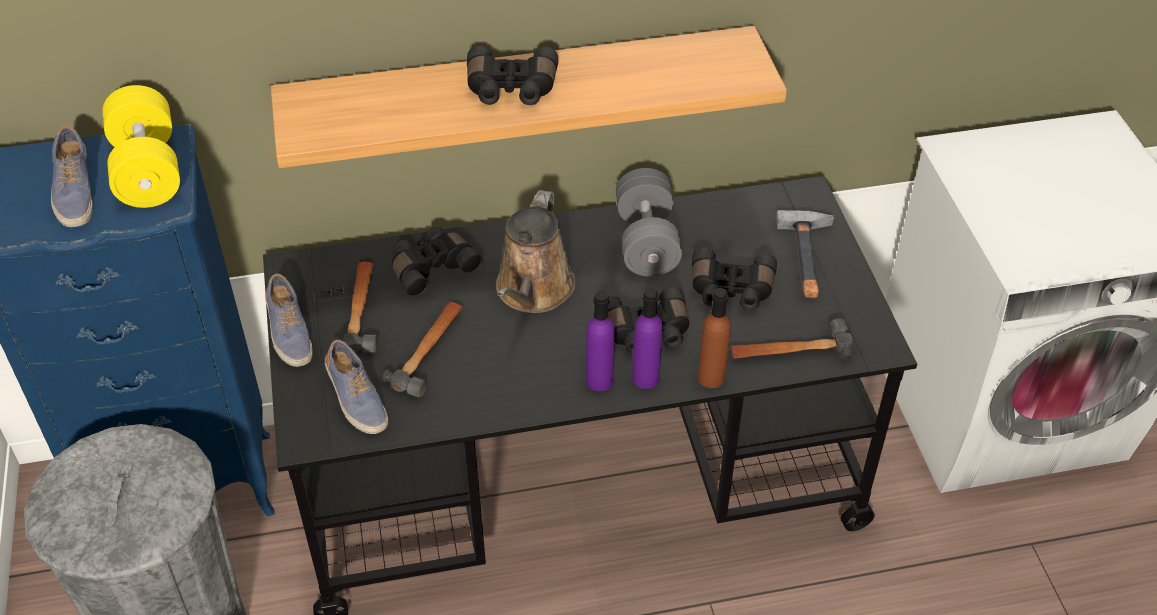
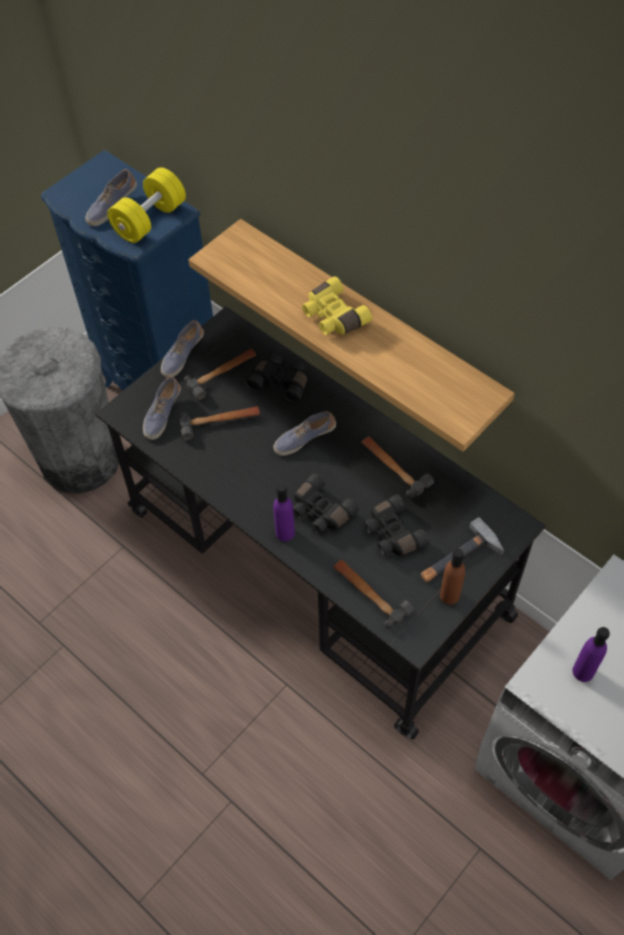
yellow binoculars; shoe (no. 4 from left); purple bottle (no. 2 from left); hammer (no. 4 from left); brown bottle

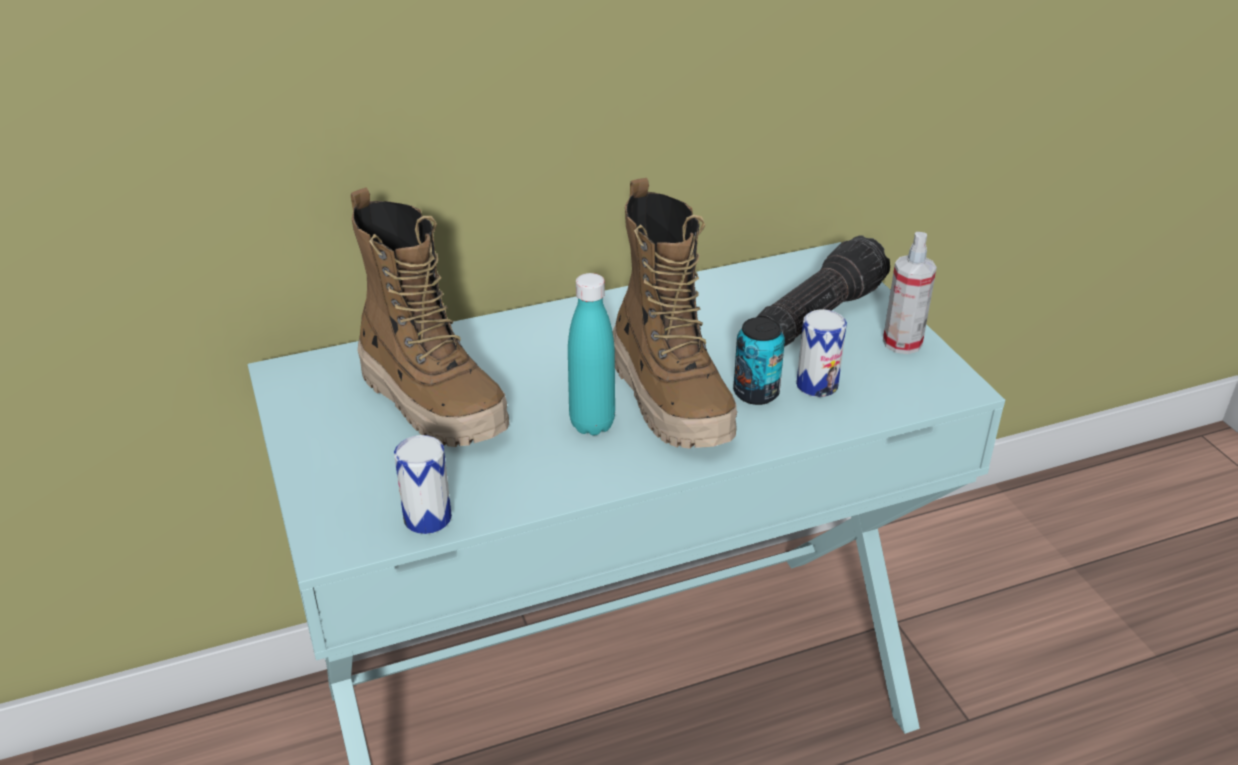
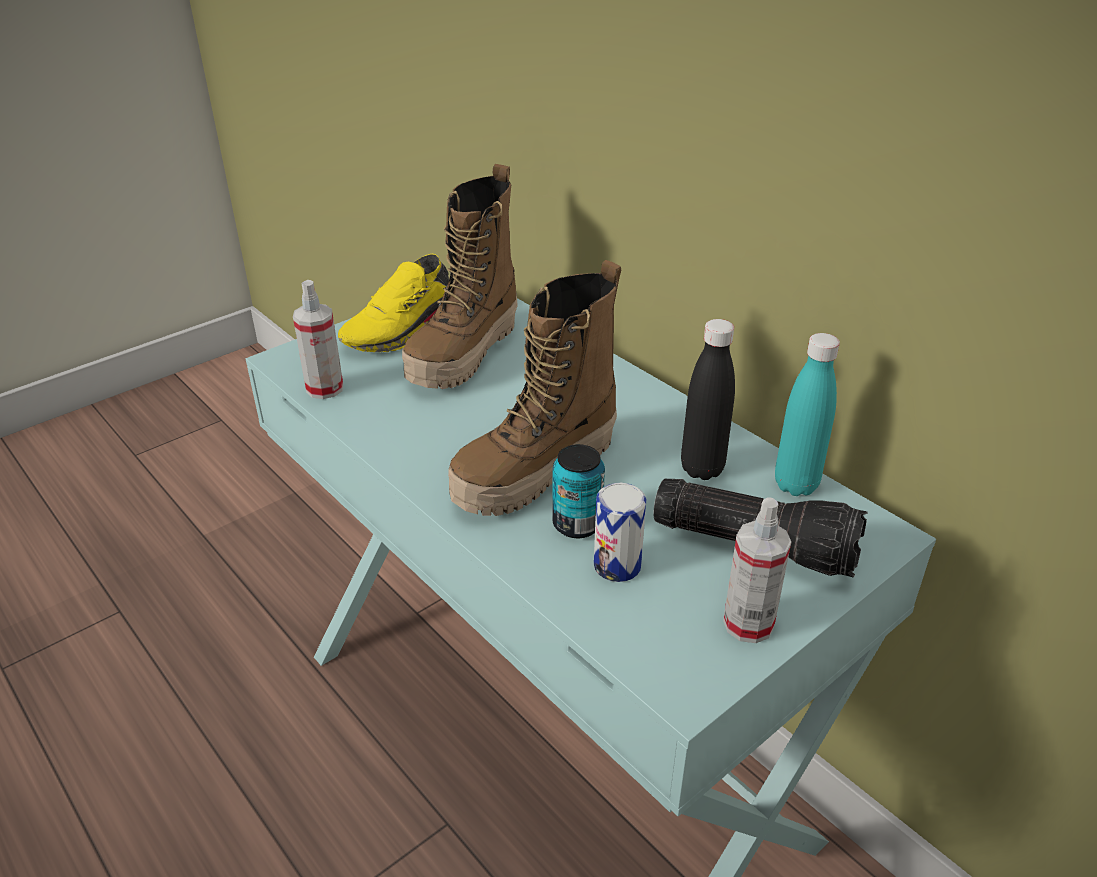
spray bottle (no. 1 from left); turquoise bottle; yellow shoe; black bottle

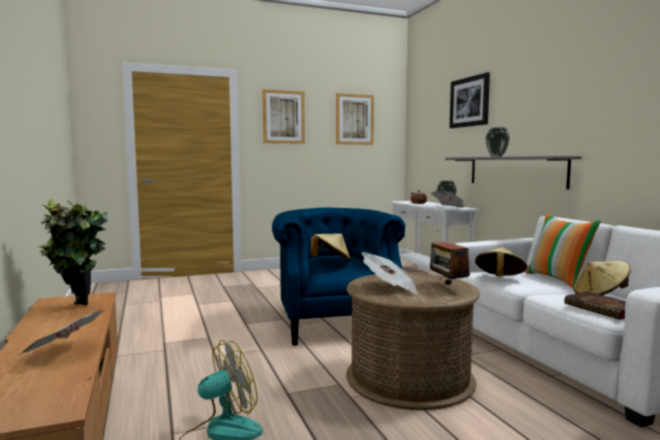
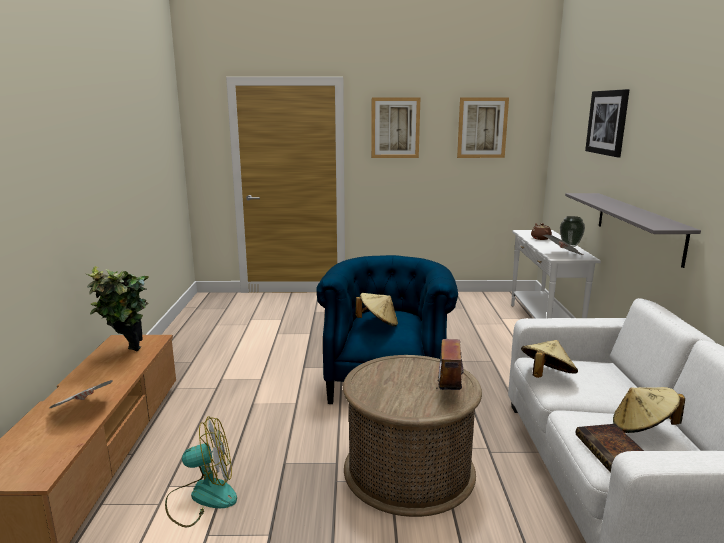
newspaper (no. 2 from left in the first image); vase (no. 2 from left in the first image); pillow

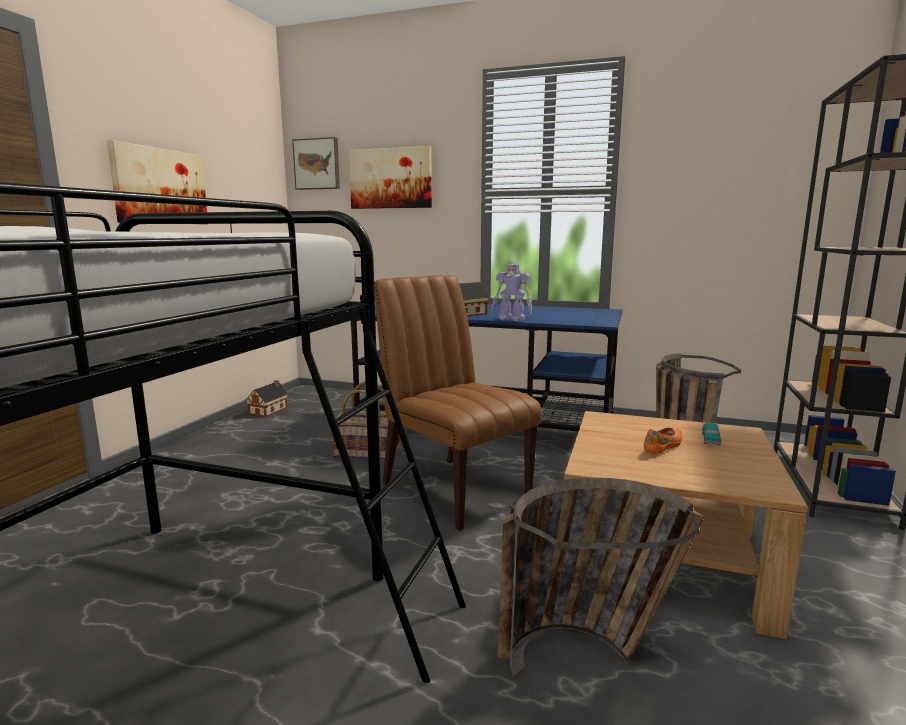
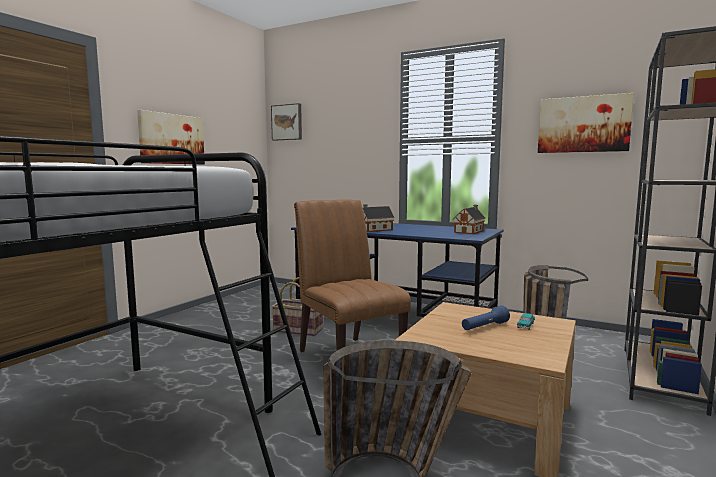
toy house (no. 2 from left); picture (no. 3 from left); toy robot; blue flashlight

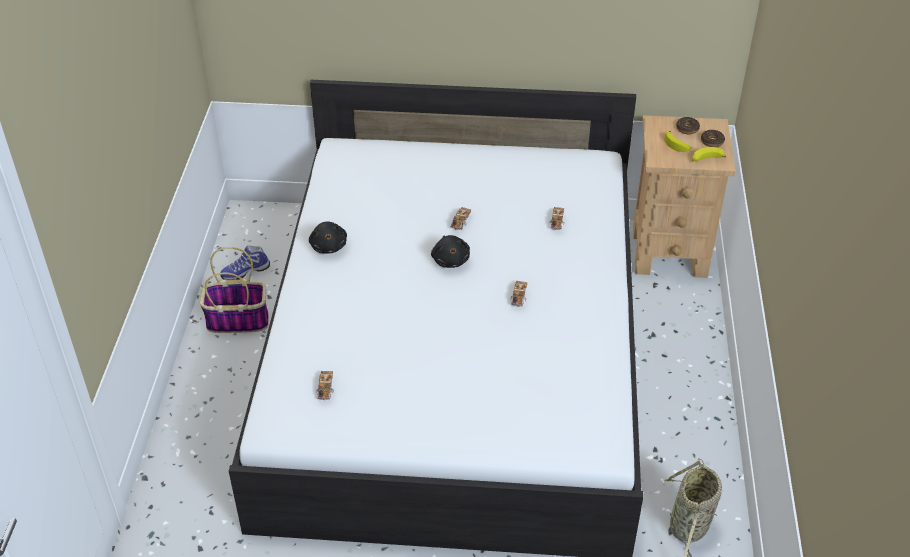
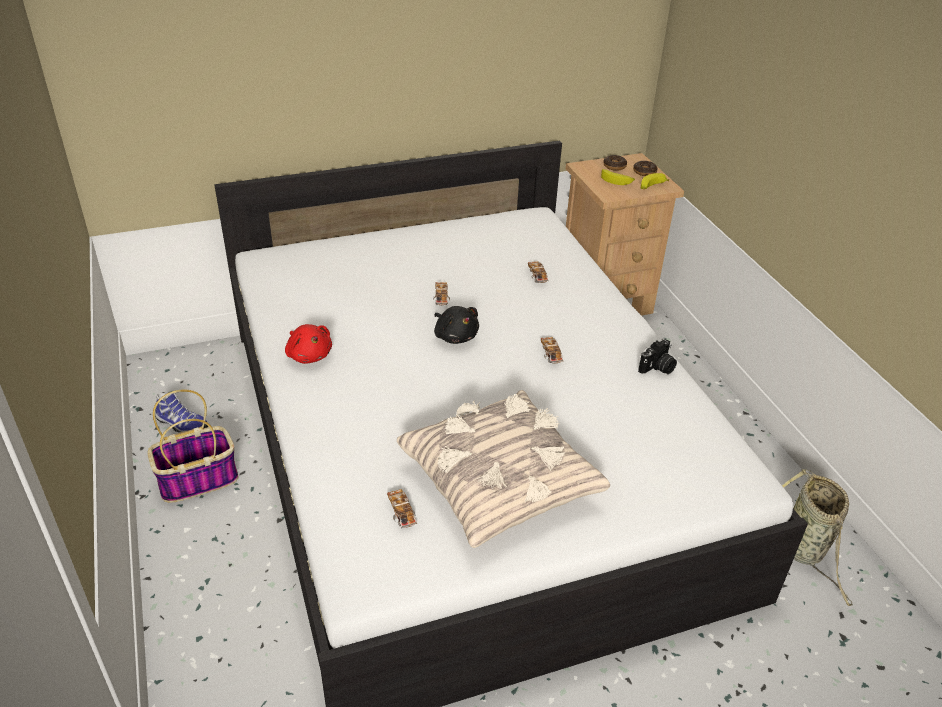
shoe; red plush toy; beige pillow; photo camera

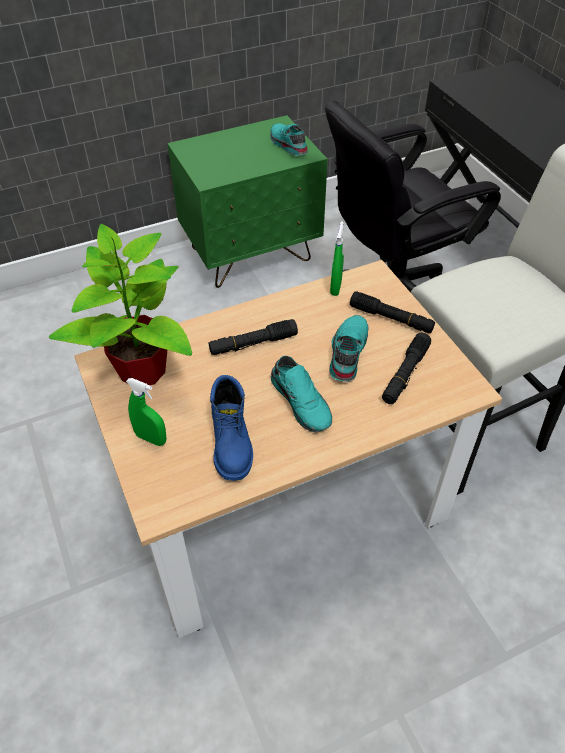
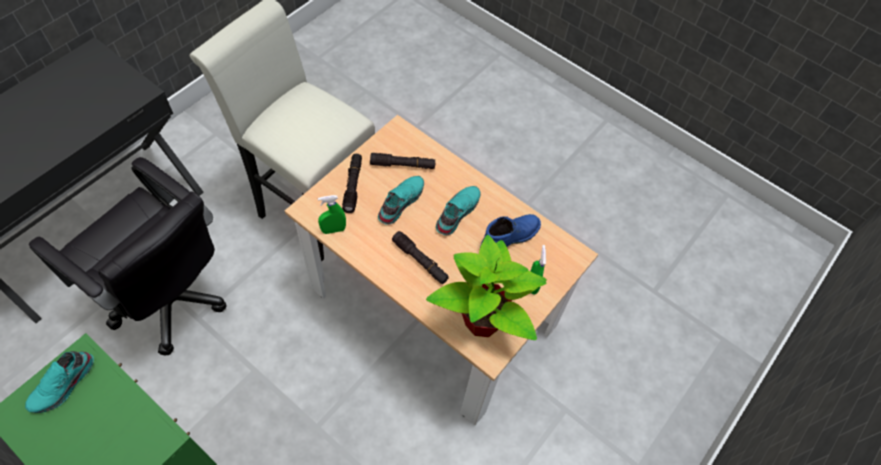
turquoise shoe (no. 2 from left)

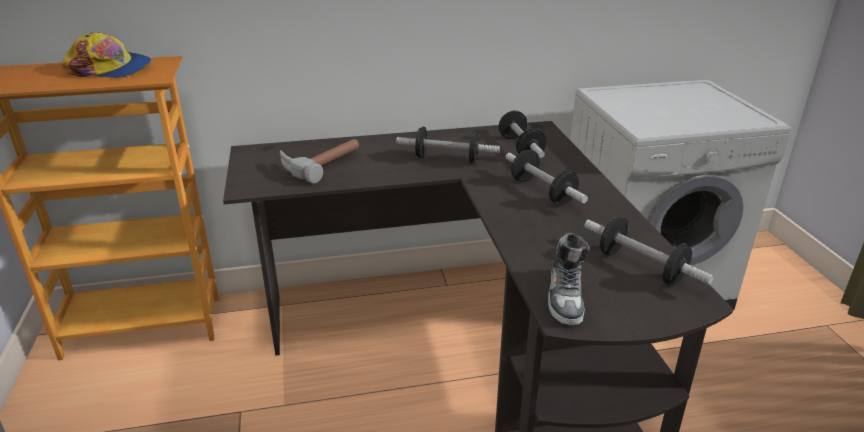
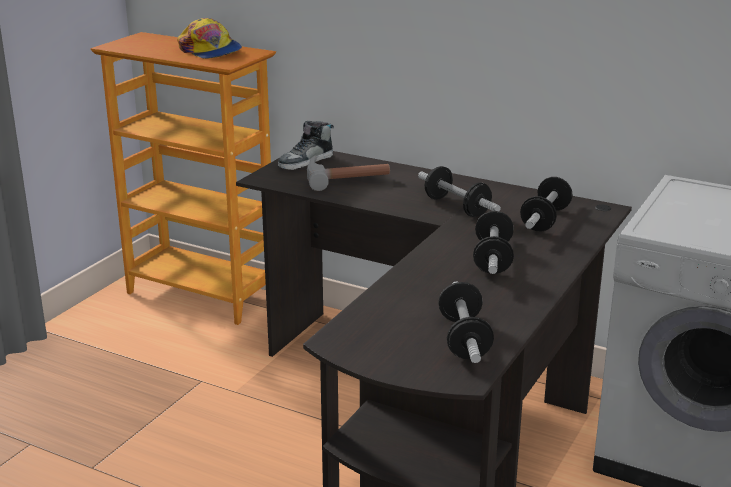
shoe

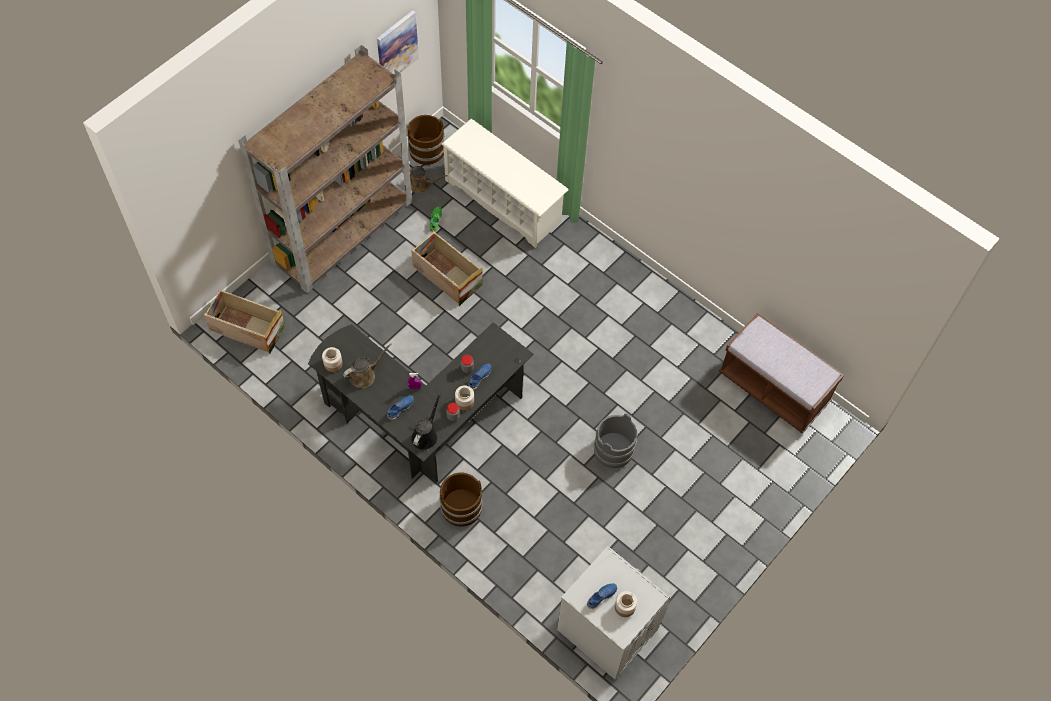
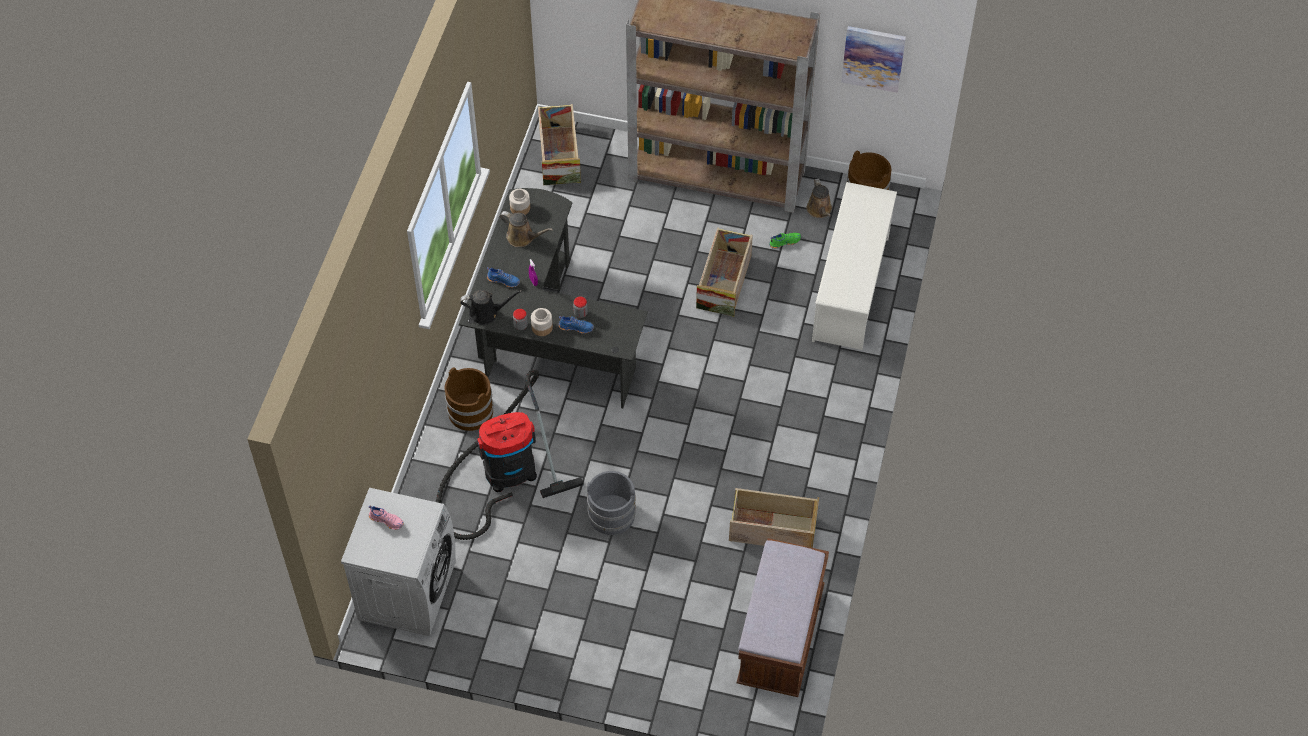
pink shoe; jar (no. 5 from left in the first image); vacuum cleaner; crate (no. 3 from left)

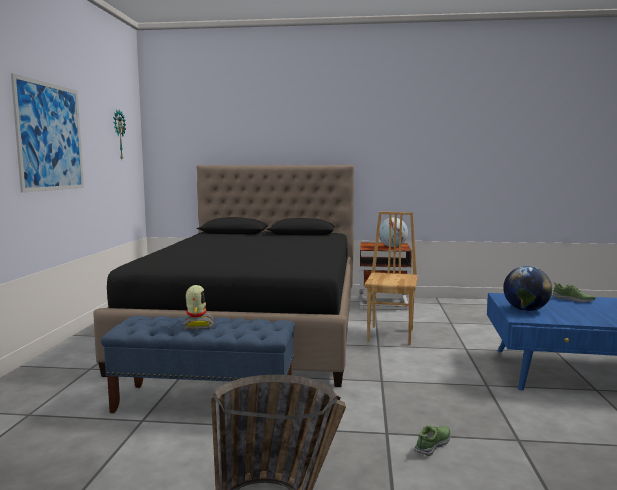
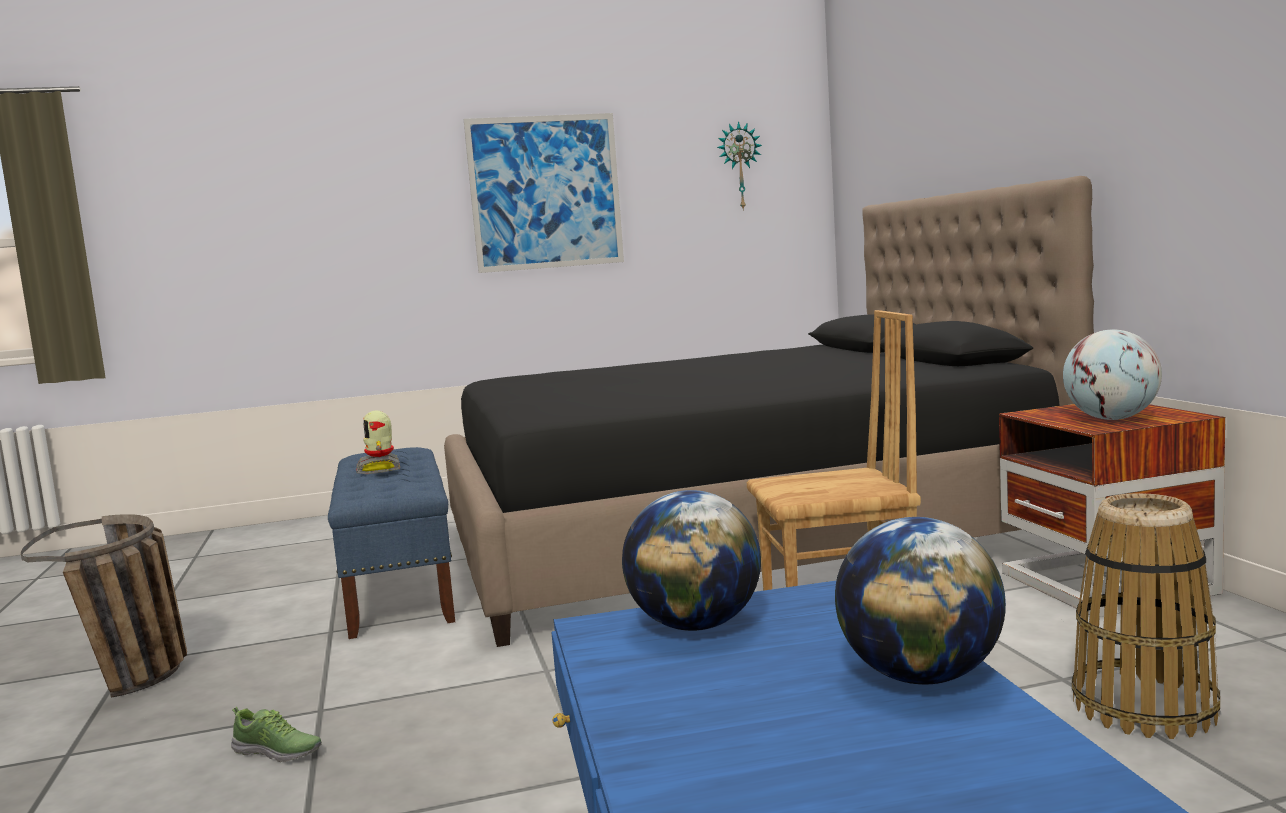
toy robot; globe (no. 2 from left); basket (no. 2 from left)

